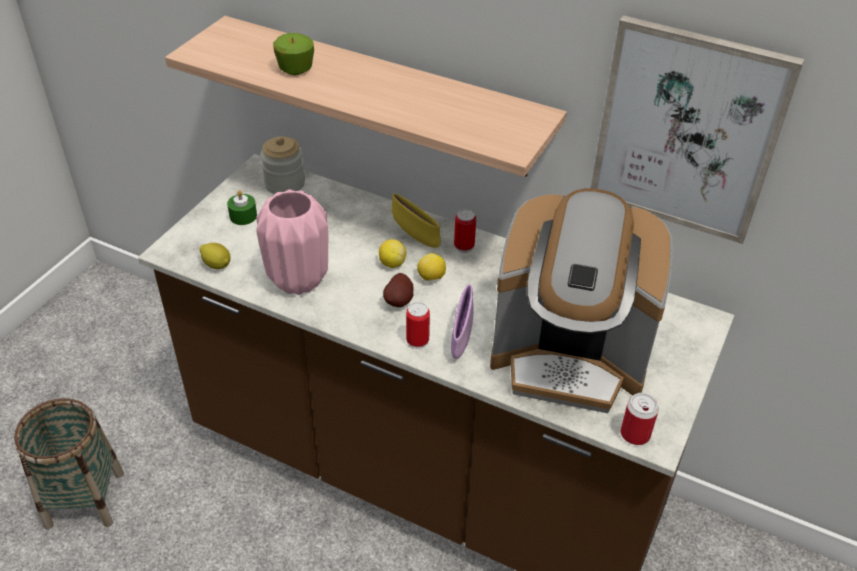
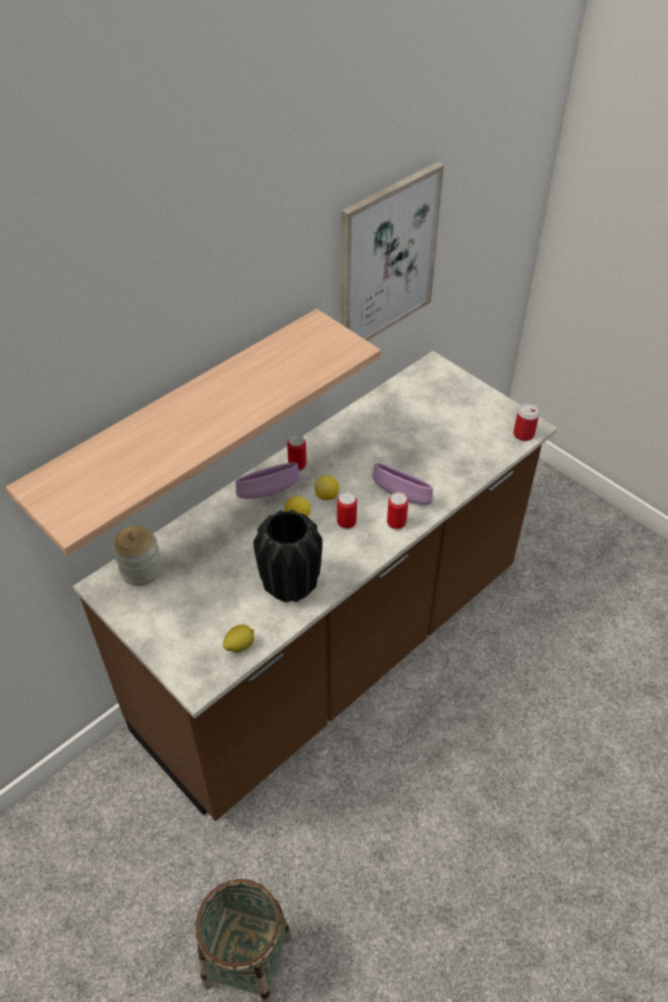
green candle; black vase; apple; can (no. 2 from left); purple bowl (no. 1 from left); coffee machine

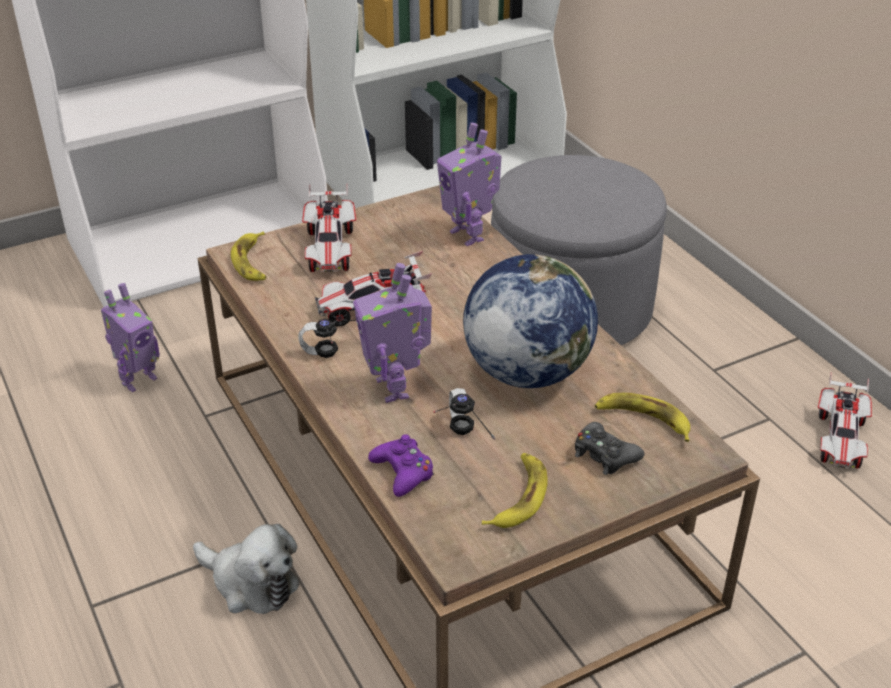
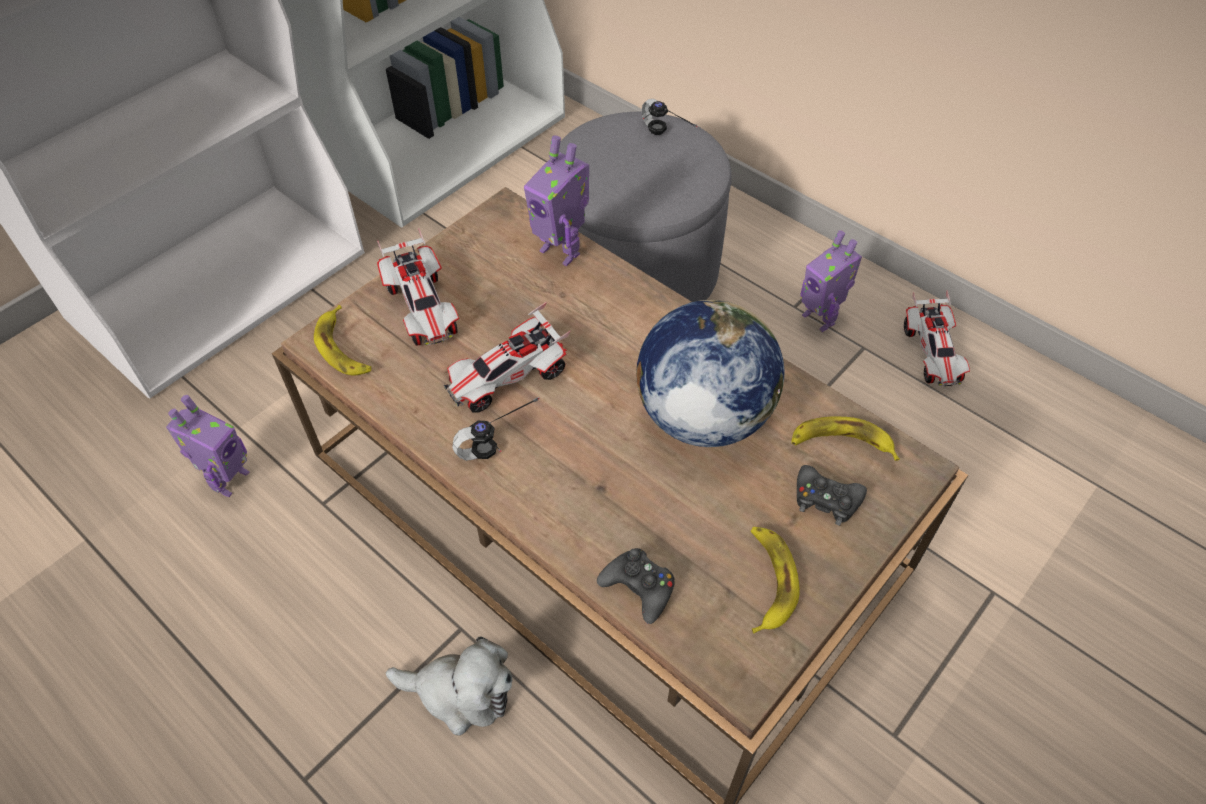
toy robot (no. 3 from left); black game controller (no. 1 from left); headphones (no. 2 from left)

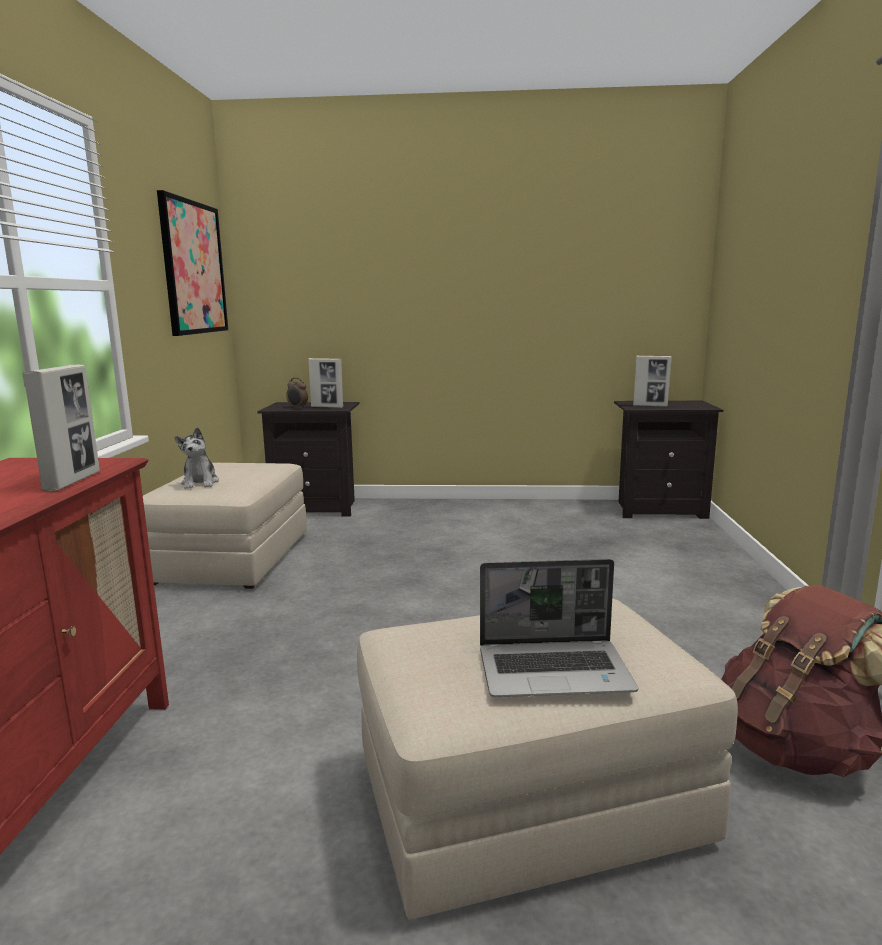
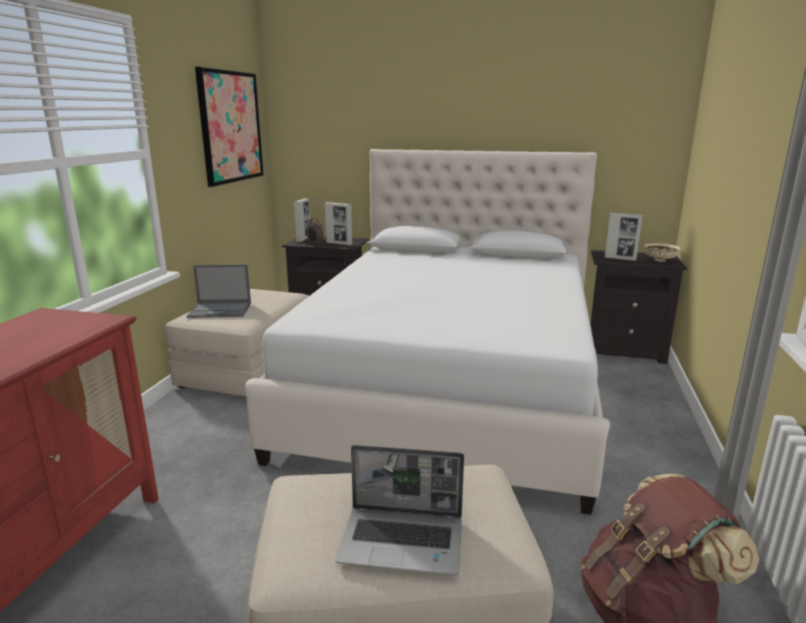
picture frame (no. 1 from left); laptop (no. 1 from left); white bed; beige bowl

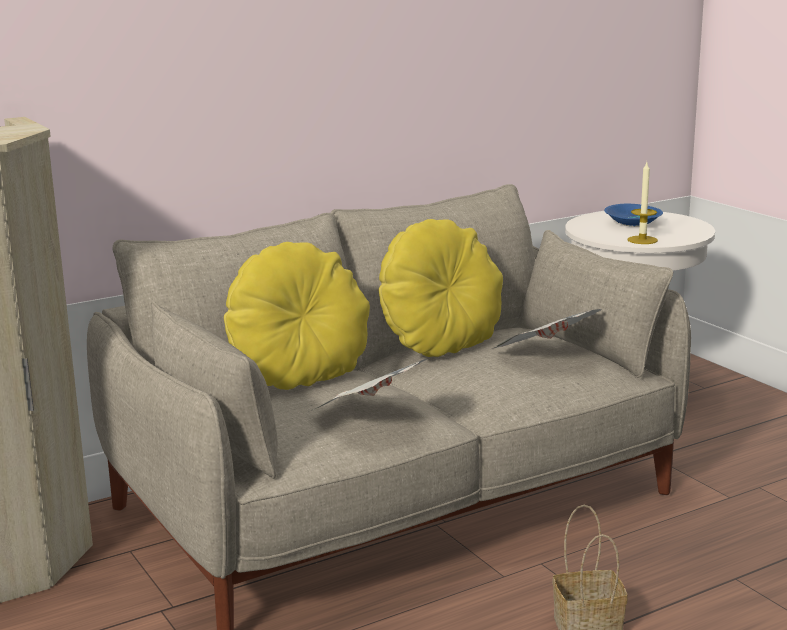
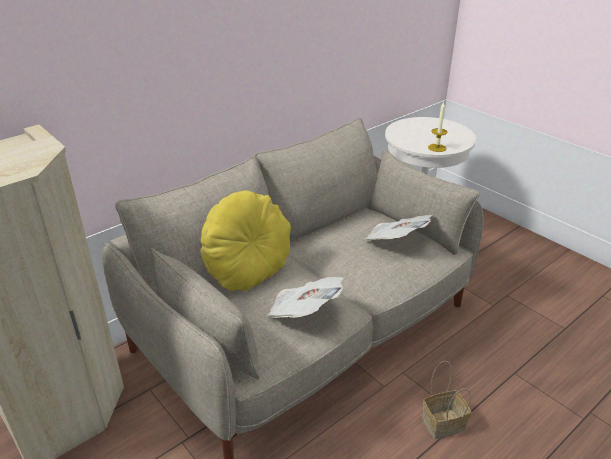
yellow pillow (no. 2 from left in the first image); blue bowl

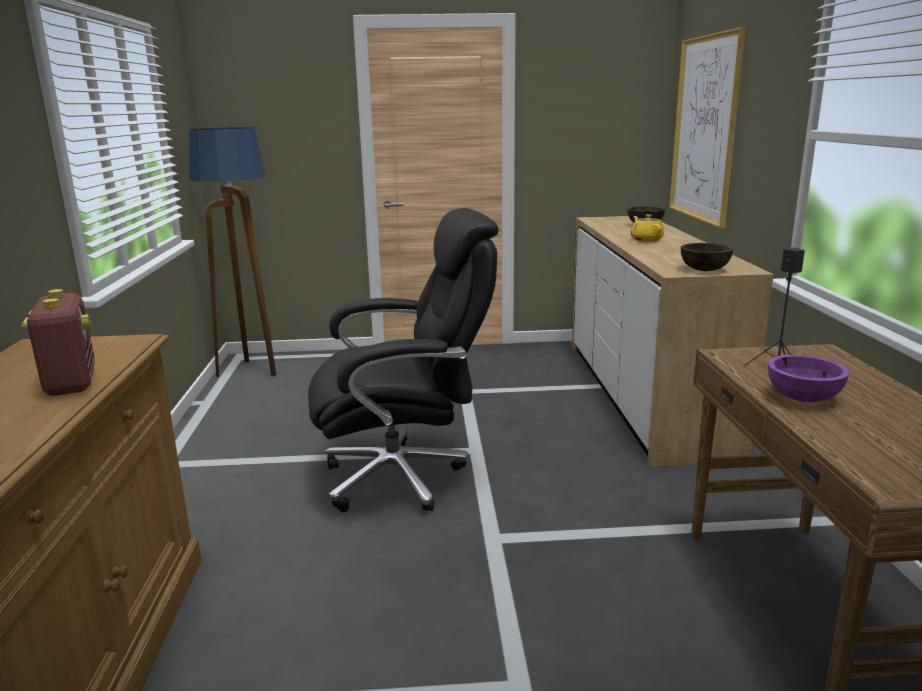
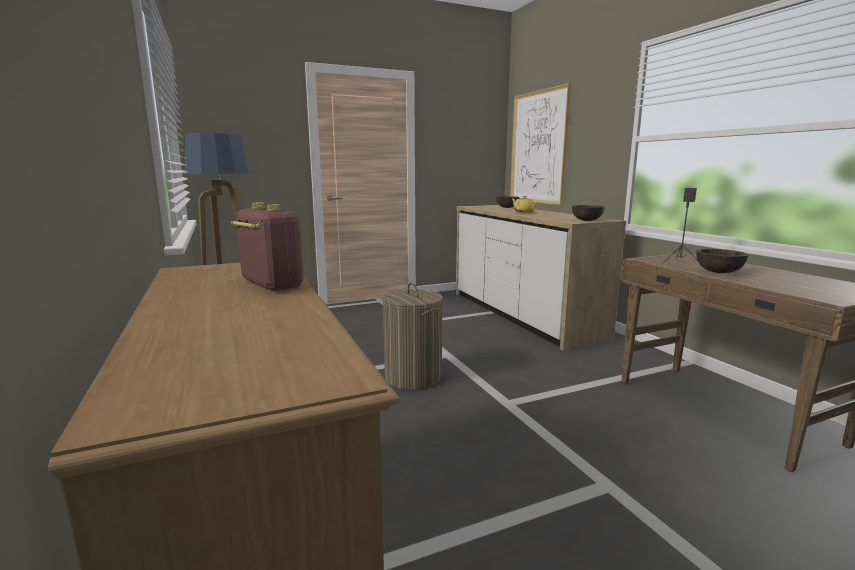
laundry basket; brown bowl (no. 3 from left)

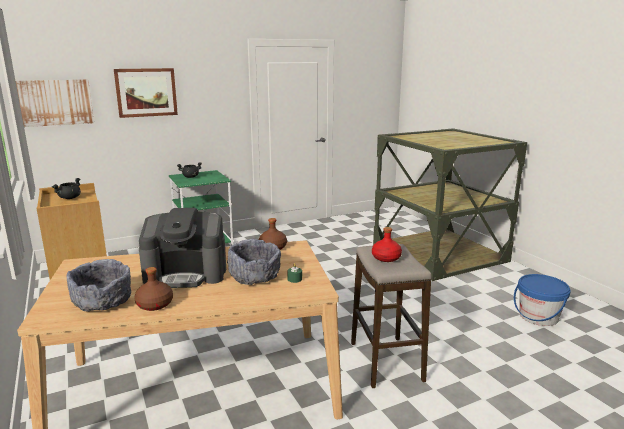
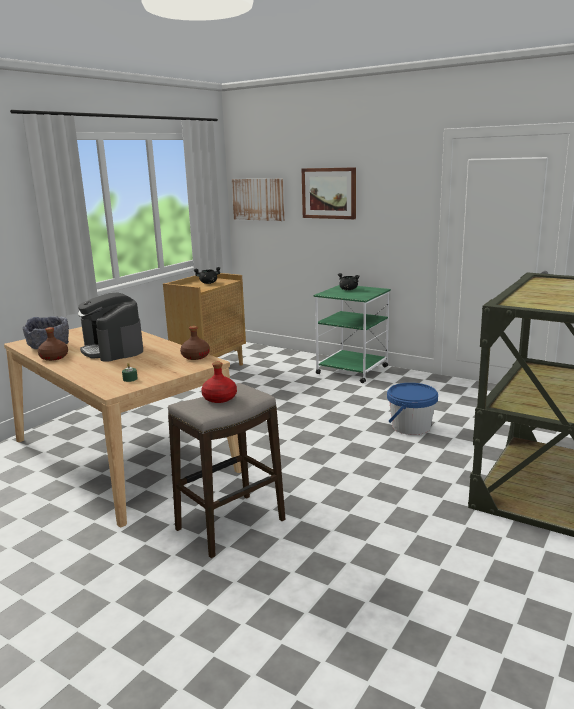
grey bowl (no. 2 from left in the first image); blue bucket

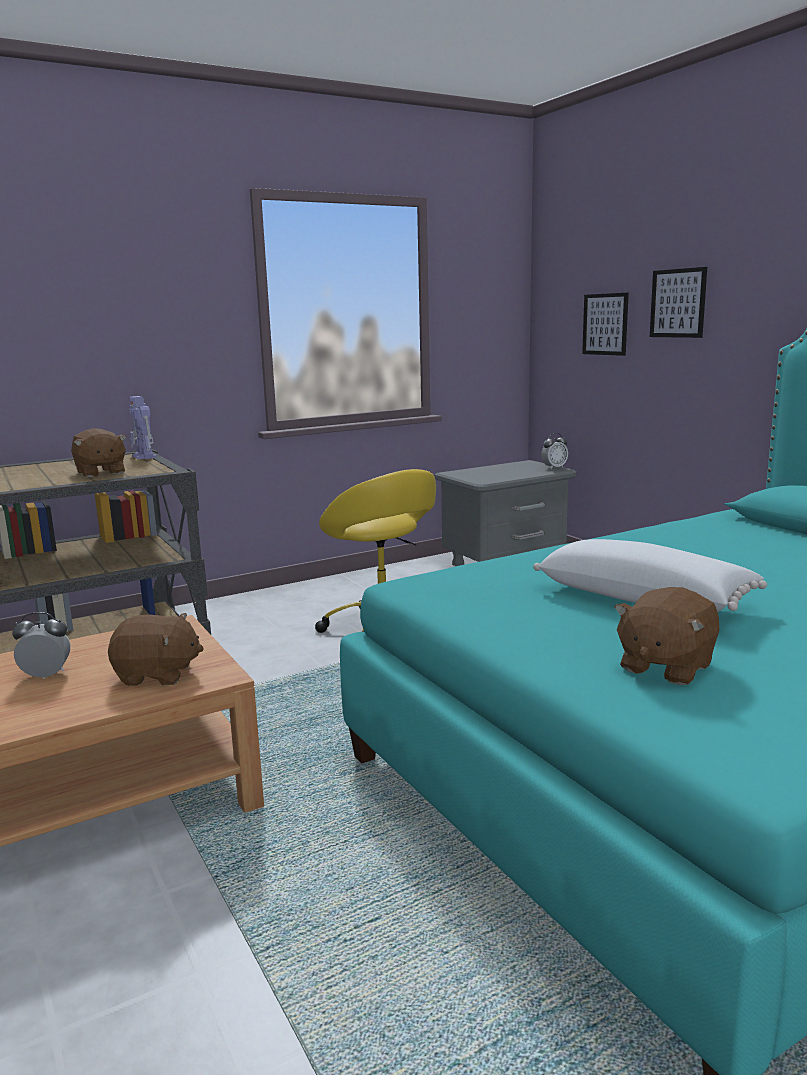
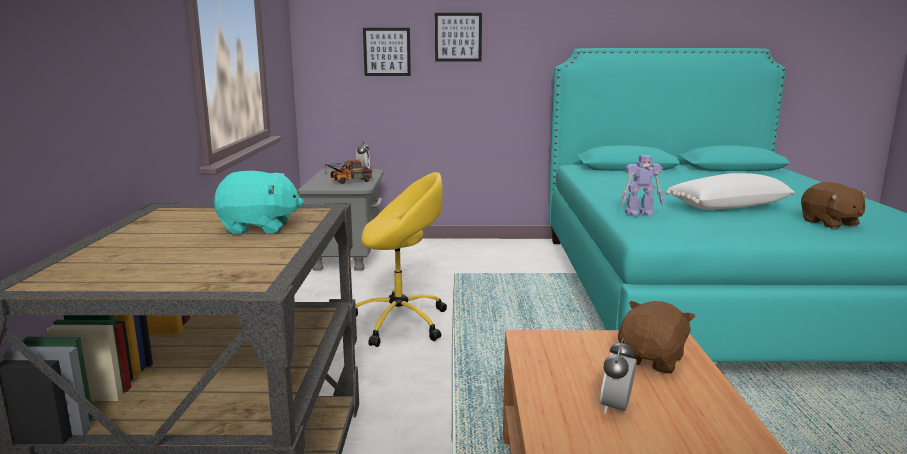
turquoise plush toy; toy robot; toy truck

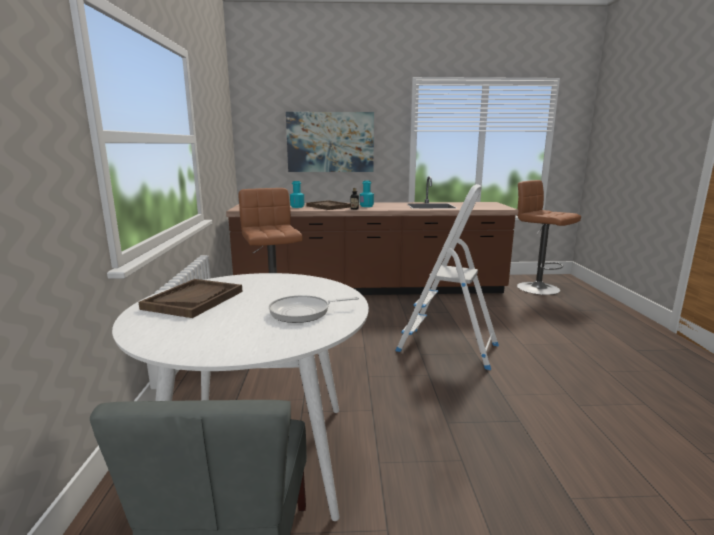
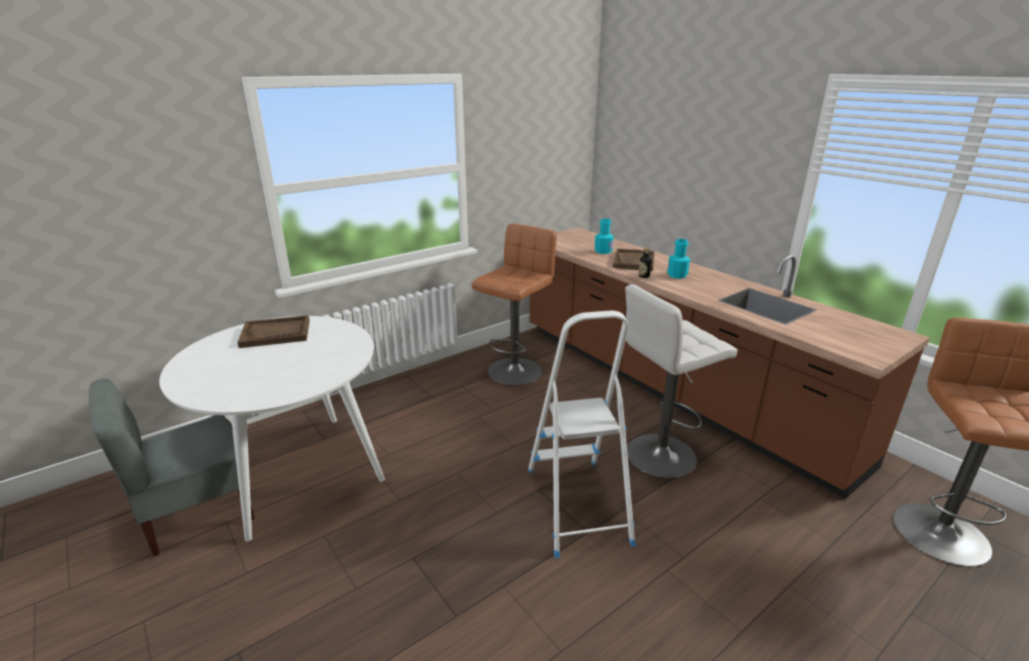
frying pan; picture; white stool

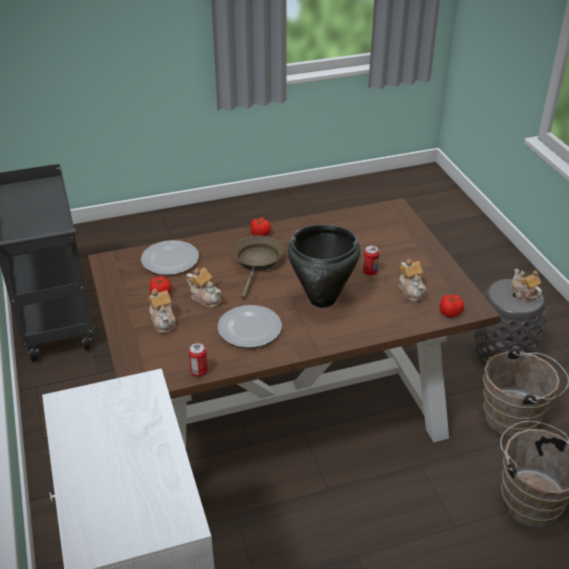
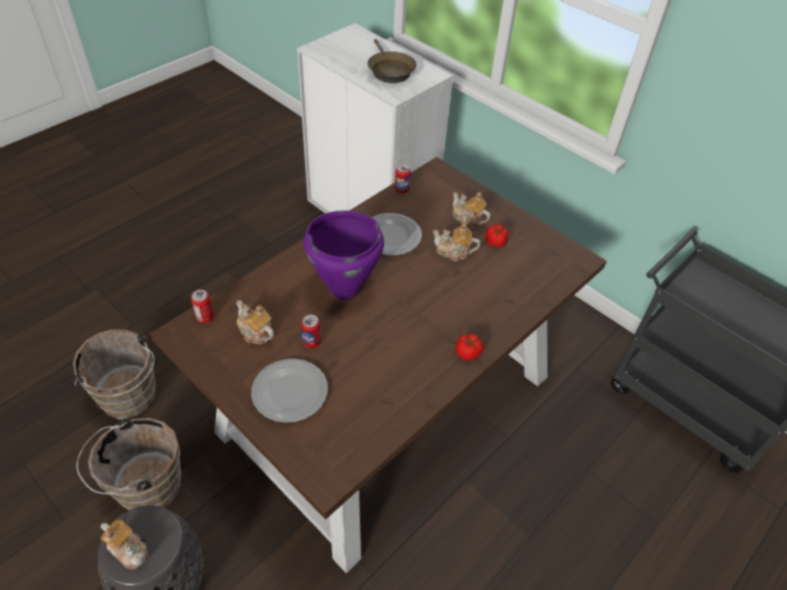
plate (no. 1 from left); brown frying pan; purple cooking pot; can (no. 1 from left)

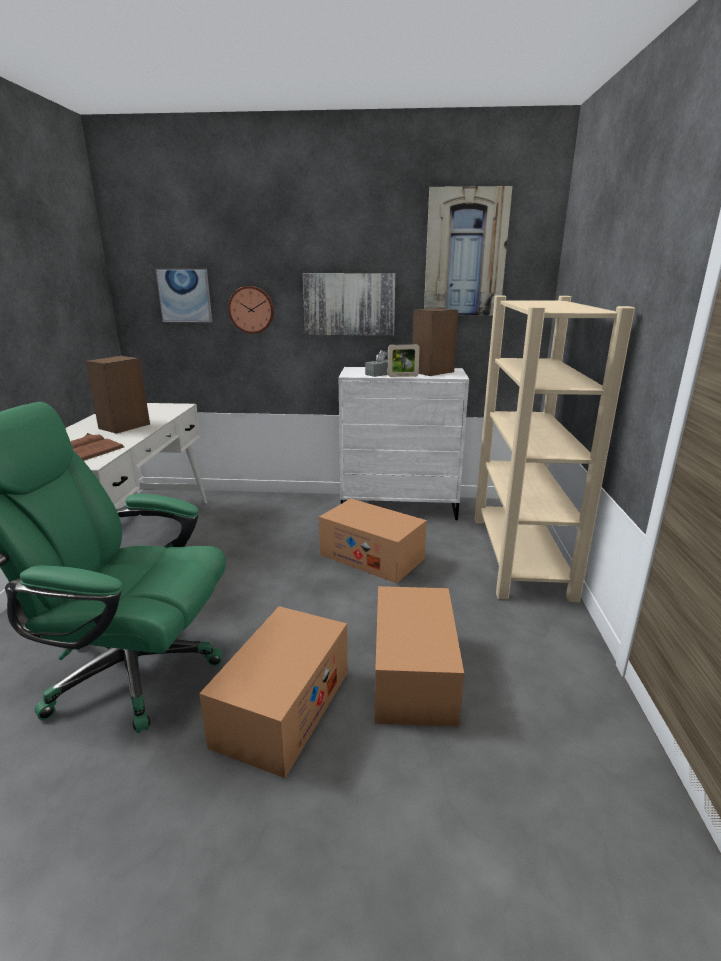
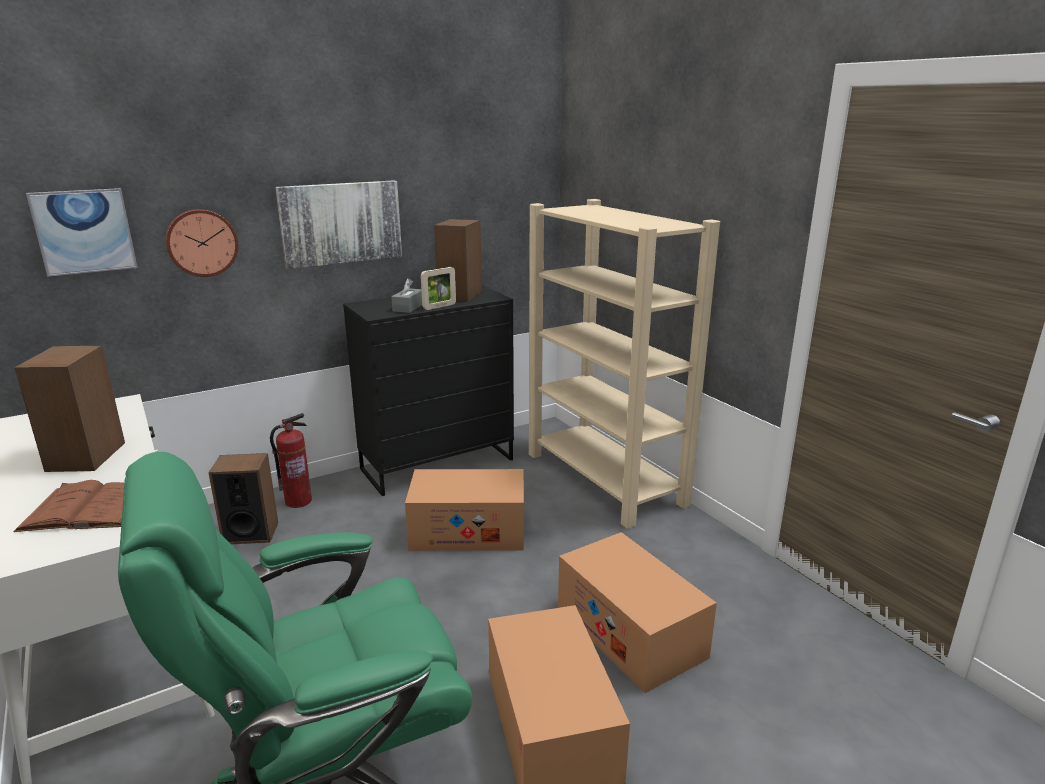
black dresser; picture (no. 3 from left in the first image); speaker (no. 2 from left); fire extinguisher

